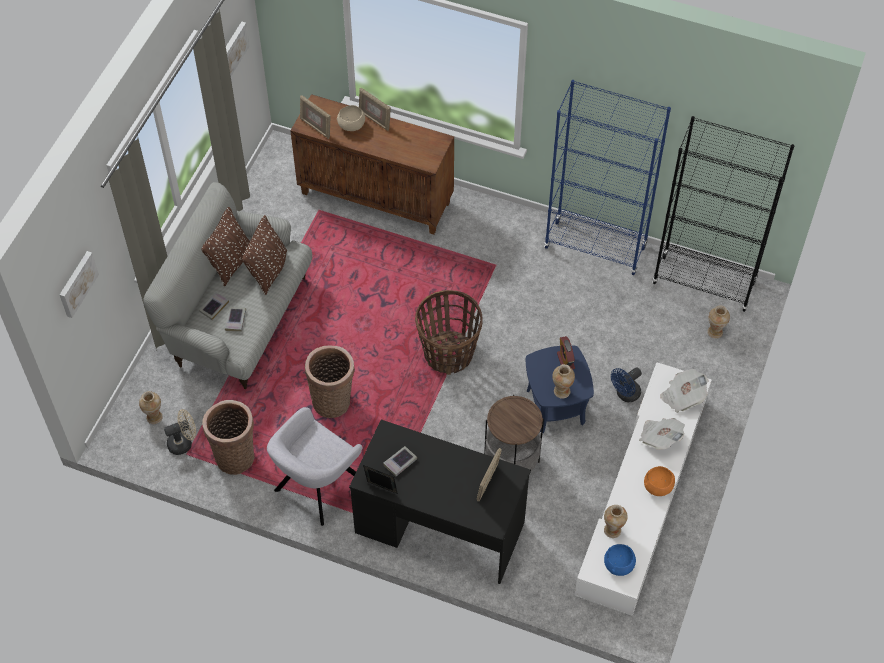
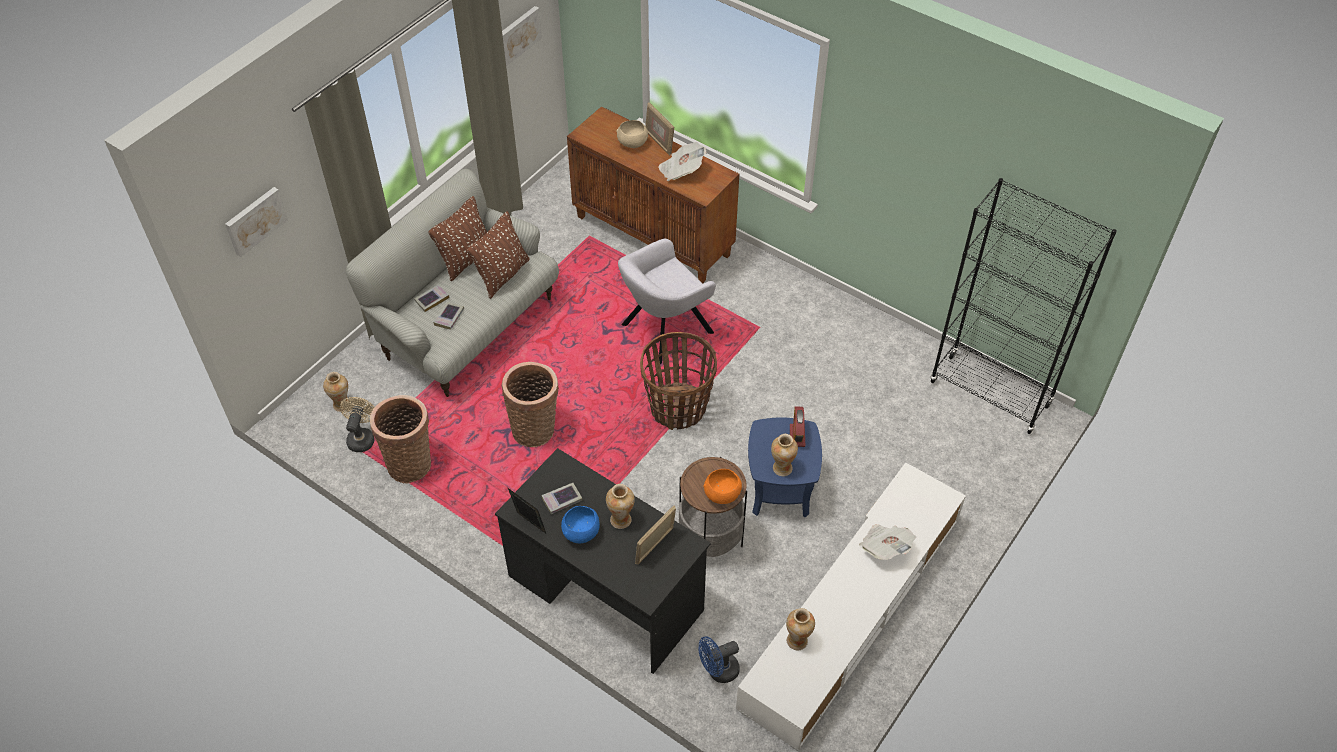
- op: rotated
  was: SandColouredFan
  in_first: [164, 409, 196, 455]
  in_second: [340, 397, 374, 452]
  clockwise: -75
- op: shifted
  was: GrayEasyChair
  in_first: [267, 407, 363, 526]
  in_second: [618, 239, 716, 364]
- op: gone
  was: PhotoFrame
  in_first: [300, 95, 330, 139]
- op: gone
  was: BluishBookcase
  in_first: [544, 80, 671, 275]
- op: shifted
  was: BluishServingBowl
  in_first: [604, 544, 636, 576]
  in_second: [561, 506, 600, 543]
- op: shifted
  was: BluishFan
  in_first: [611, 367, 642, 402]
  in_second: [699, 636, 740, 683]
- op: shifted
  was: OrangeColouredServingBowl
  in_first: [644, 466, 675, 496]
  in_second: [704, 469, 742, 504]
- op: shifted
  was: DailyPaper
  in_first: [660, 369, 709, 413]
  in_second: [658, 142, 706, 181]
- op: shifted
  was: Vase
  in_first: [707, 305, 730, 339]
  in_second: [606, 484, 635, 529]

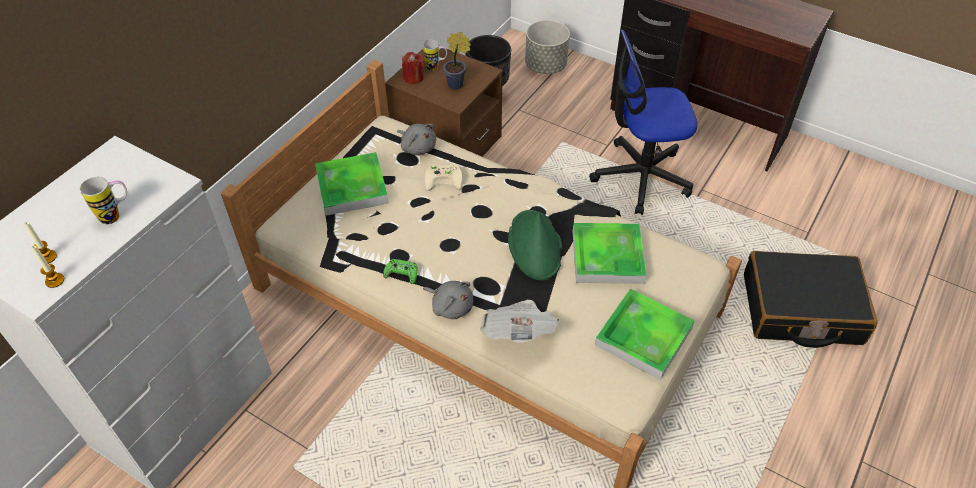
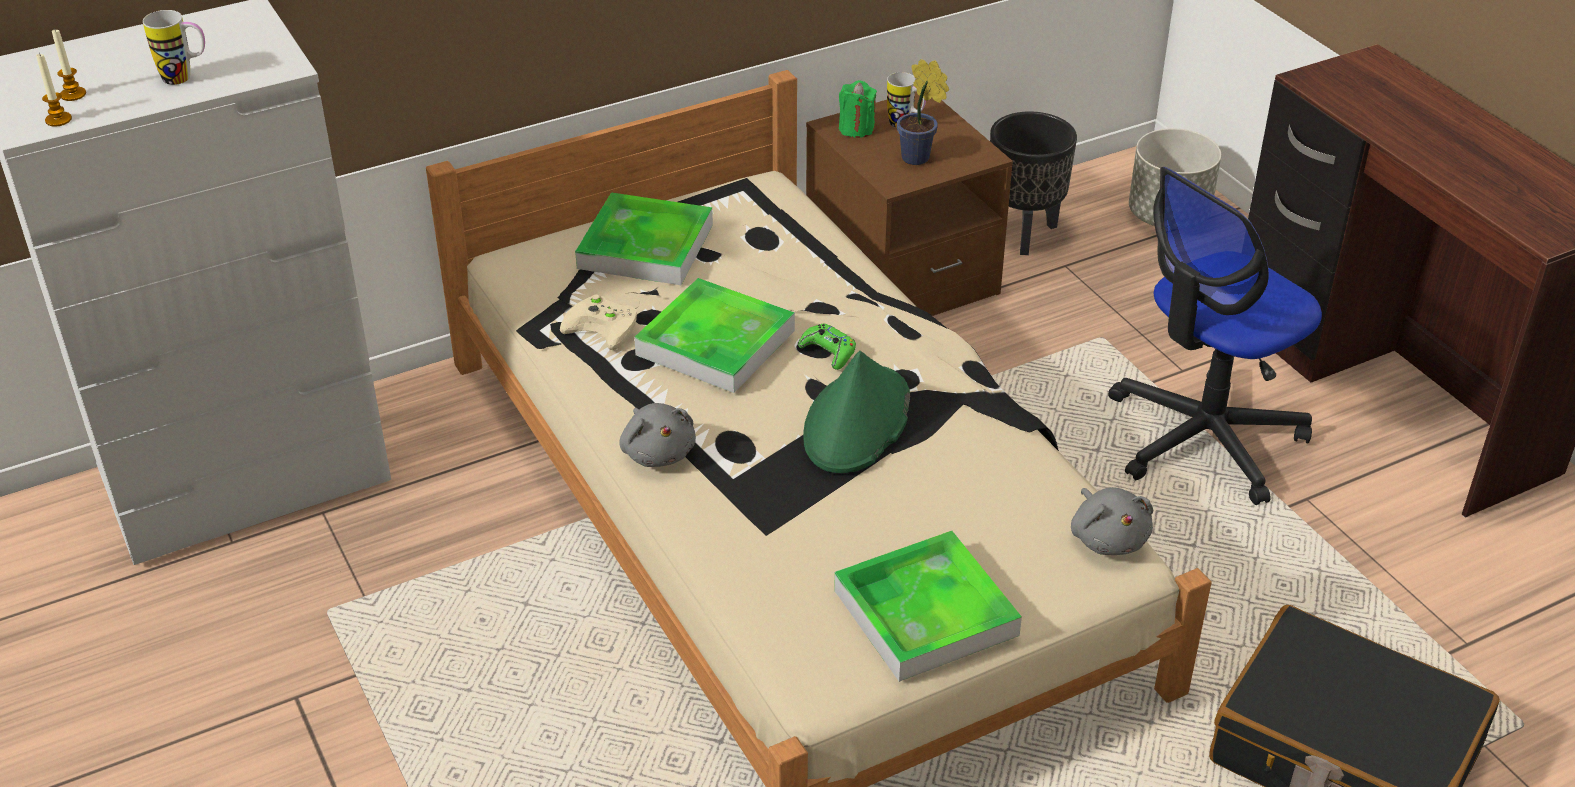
- op: shifted
  was: GreenColouredJoypad
  in_first: [383, 259, 418, 284]
  in_second: [798, 324, 856, 370]
- op: shifted
  was: GrayPlushToy
  in_first: [397, 124, 436, 155]
  in_second: [1071, 487, 1153, 555]
- op: repainted
  was: RedColouredWaxLight
  now: GreenColouredWaxLight
  in_first: [402, 52, 424, 84]
  in_second: [839, 80, 877, 138]
- op: shifted
  was: SandColouredJoypad
  in_first: [425, 164, 462, 191]
  in_second: [560, 294, 637, 350]
- op: gone
  was: DailyPaper
  in_first: [480, 300, 559, 343]
- op: shifted
  was: ServingTray
  in_first: [573, 223, 647, 284]
  in_second: [634, 278, 795, 393]
- op: rotated
  was: DeskChair
  in_first: [589, 29, 697, 215]
  in_second: [1108, 167, 1322, 505]
  clockwise: -60

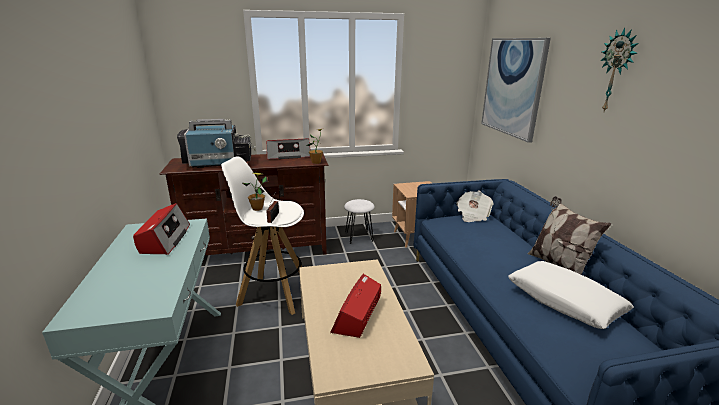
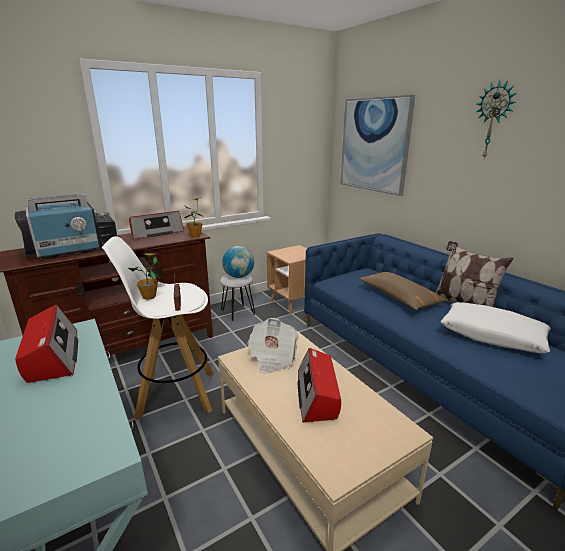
- op: shifted
  was: DailyPaper
  in_first: [456, 190, 494, 222]
  in_second: [247, 318, 299, 374]
- op: new
  now: WorldGlobe
  in_second: [222, 246, 254, 278]
- op: new
  now: BrownishCushion
  in_second: [358, 272, 448, 310]

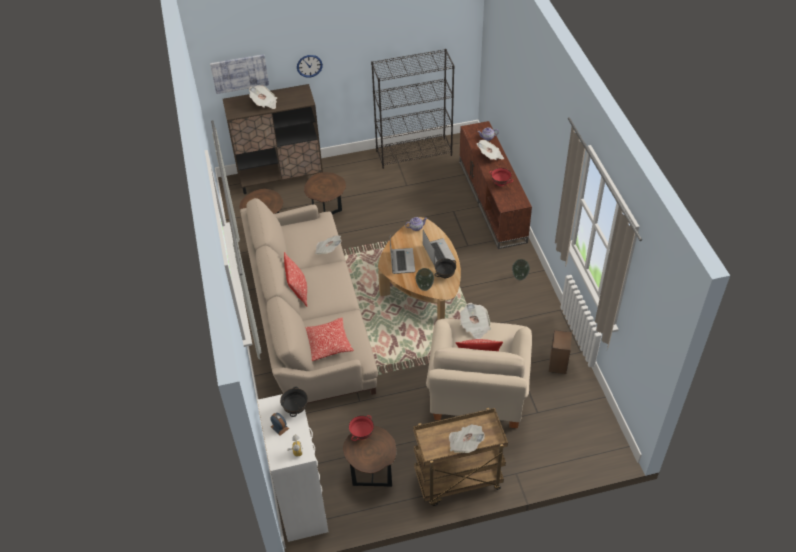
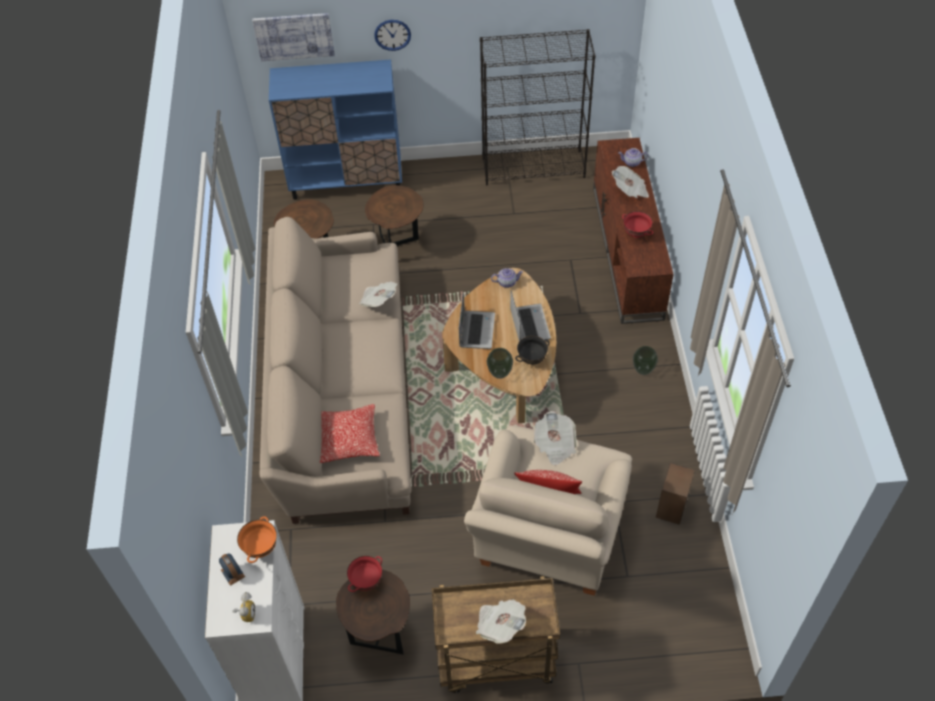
- op: repainted
  was: BrownishStorageCabinet
  now: BluishStorageCabinet
  in_first: [223, 84, 323, 194]
  in_second: [269, 60, 402, 200]
- op: gone
  was: DailyPaper
  in_first: [249, 85, 277, 109]
- op: repainted
  was: BlackishServingBowl
  now: OrangeColouredServingBowl
  in_first: [280, 386, 308, 417]
  in_second: [237, 516, 277, 563]
- op: gone
  was: Cushion
  in_first: [284, 252, 307, 307]

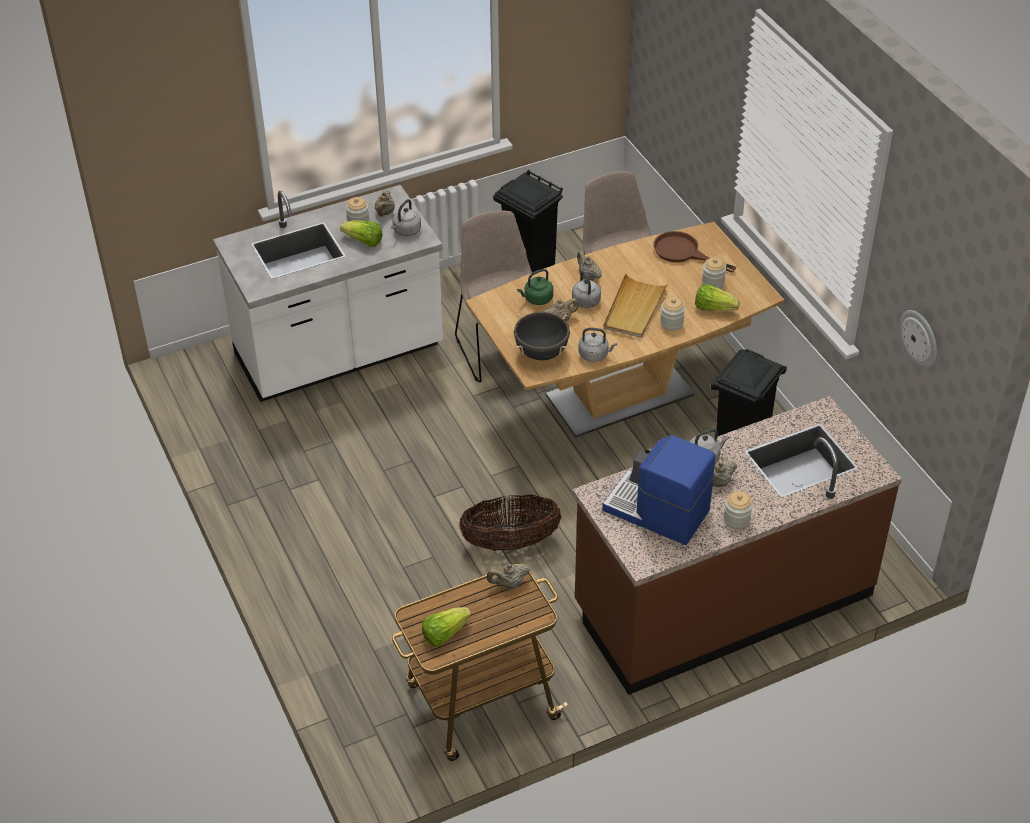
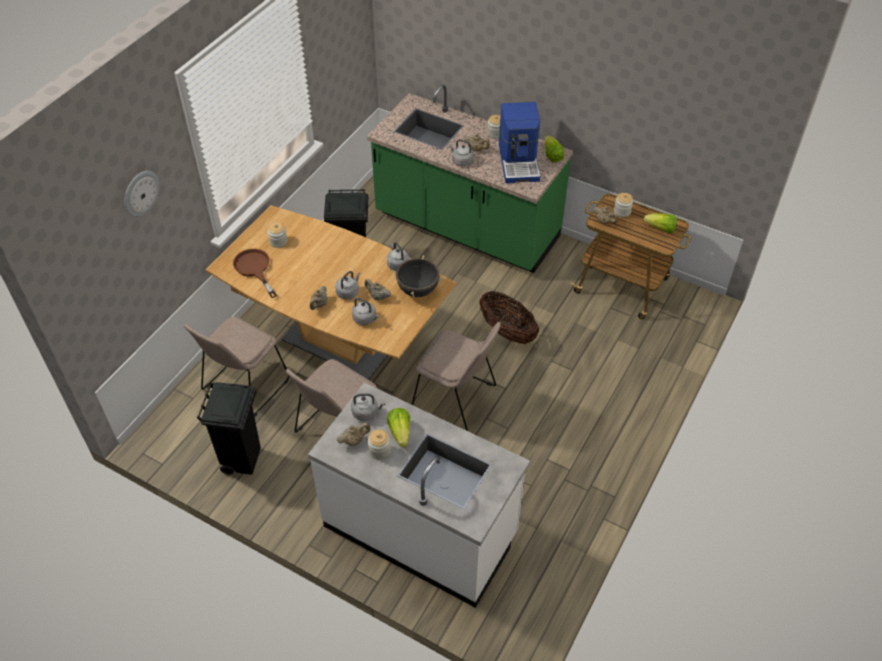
- op: repainted
  was: GreenColouredWaterKettle
  now: GrayWaterKettle
  in_first: [517, 269, 553, 305]
  in_second: [352, 298, 379, 325]
- op: repainted
  was: BrownishCounter
  now: GreenColouredCounter
  in_first: [572, 396, 902, 695]
  in_second: [367, 84, 573, 273]
- op: gone
  was: SandColouredServingTray
  in_first: [603, 273, 669, 338]
- op: rotated
  was: BrownishPan
  in_first: [653, 231, 737, 273]
  in_second: [233, 249, 277, 298]
  clockwise: 150
- op: shifted
  was: Jar
  in_first: [660, 297, 685, 331]
  in_second: [614, 193, 633, 217]
- op: shifted
  was: Lettuce
  in_first: [695, 284, 740, 311]
  in_second: [545, 136, 564, 163]
- op: shifted
  was: ClockOnTheWall
  in_first: [900, 310, 937, 368]
  in_second: [125, 171, 159, 217]
- op: new
  now: SandColouredChair
  in_second: [412, 322, 501, 431]

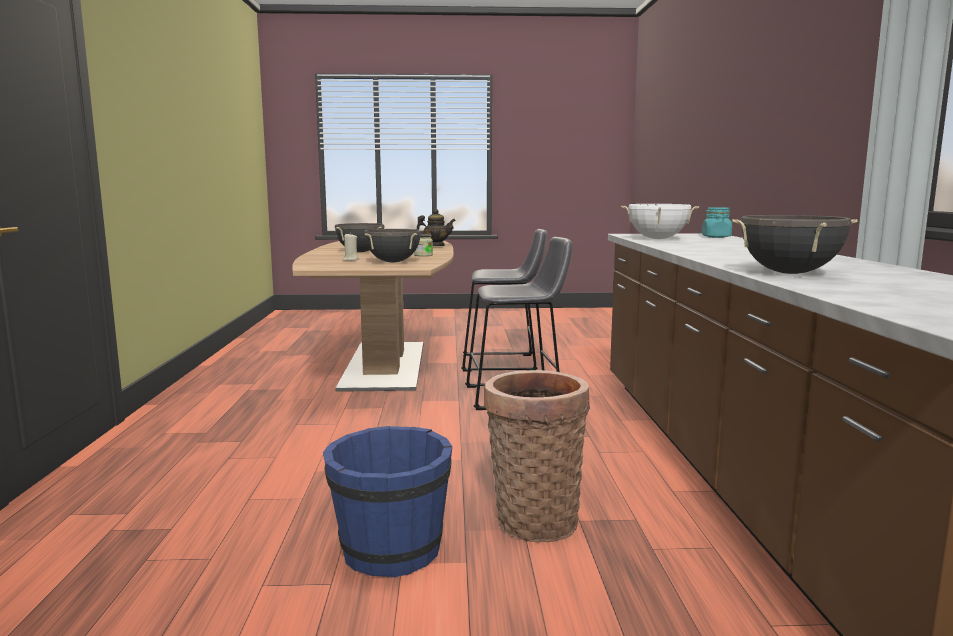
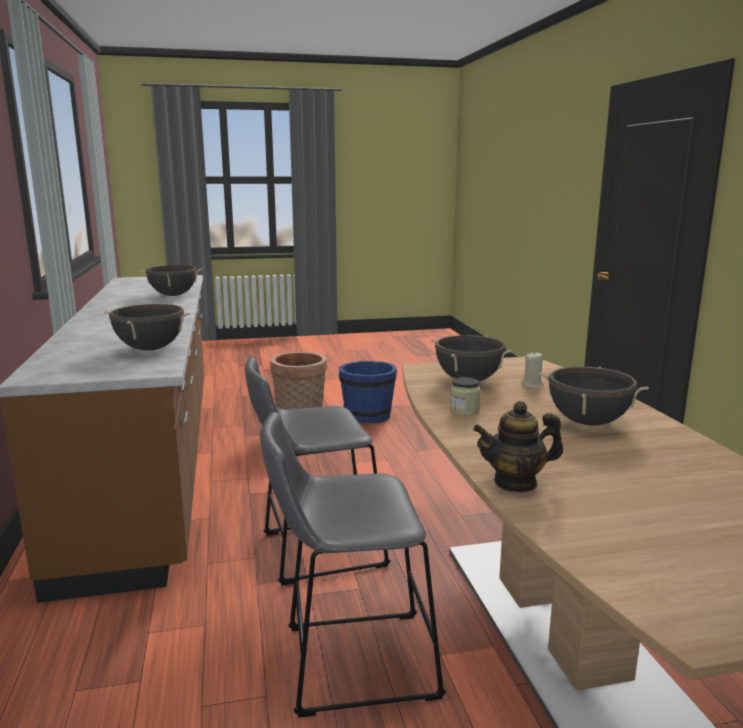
- op: repainted
  was: WhiteColouredCookingPot
  now: BlackishCookingPot
  in_first: [621, 204, 699, 239]
  in_second: [104, 304, 190, 351]
- op: gone
  was: TurquoiseJar
  in_first: [702, 207, 732, 238]

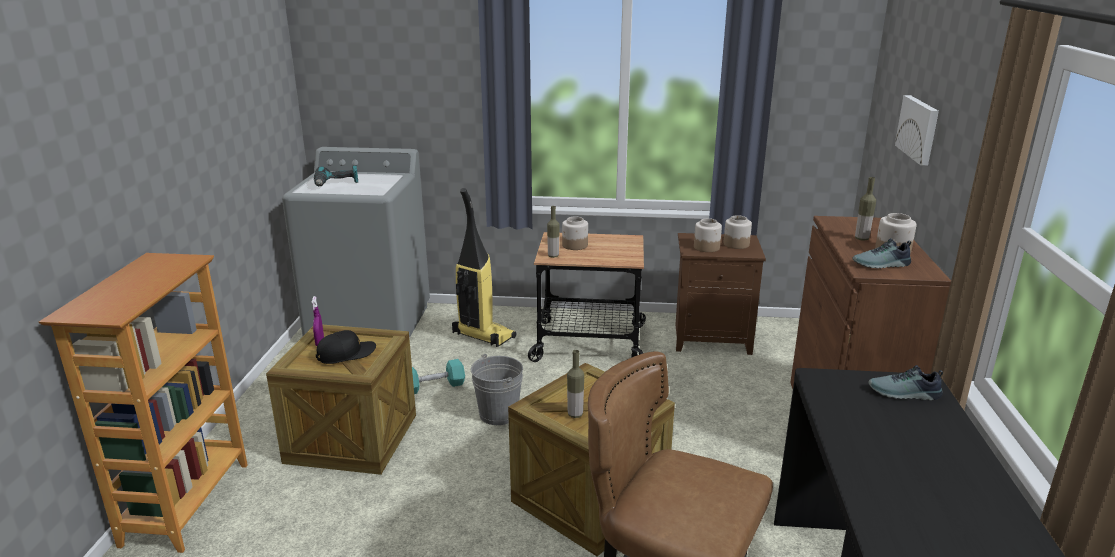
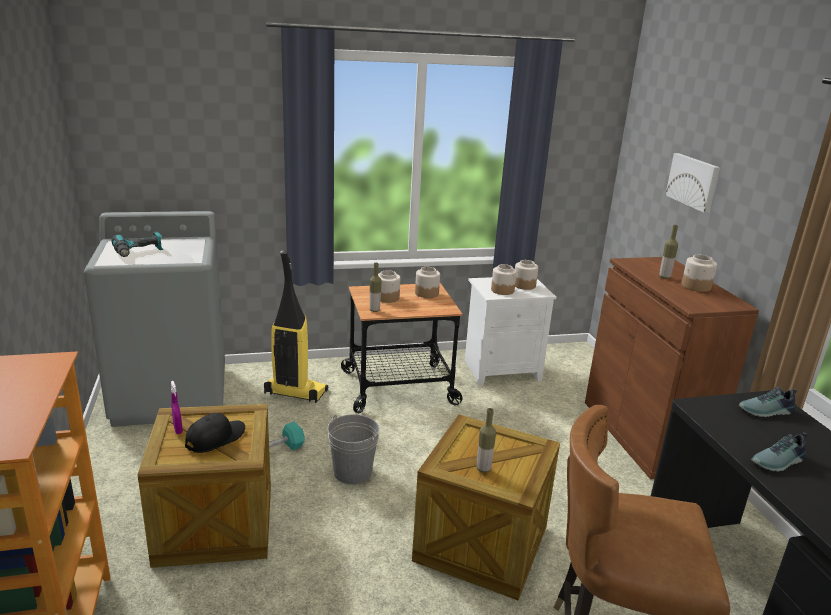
- op: repainted
  was: BrownishBedsideTable
  now: WhiteColouredBedsideTable
  in_first: [675, 233, 766, 355]
  in_second: [465, 277, 556, 386]
- op: shifted
  was: Shoe
  in_first: [852, 239, 911, 268]
  in_second: [751, 432, 807, 472]
- op: new
  now: Jar
  in_second: [415, 267, 440, 298]

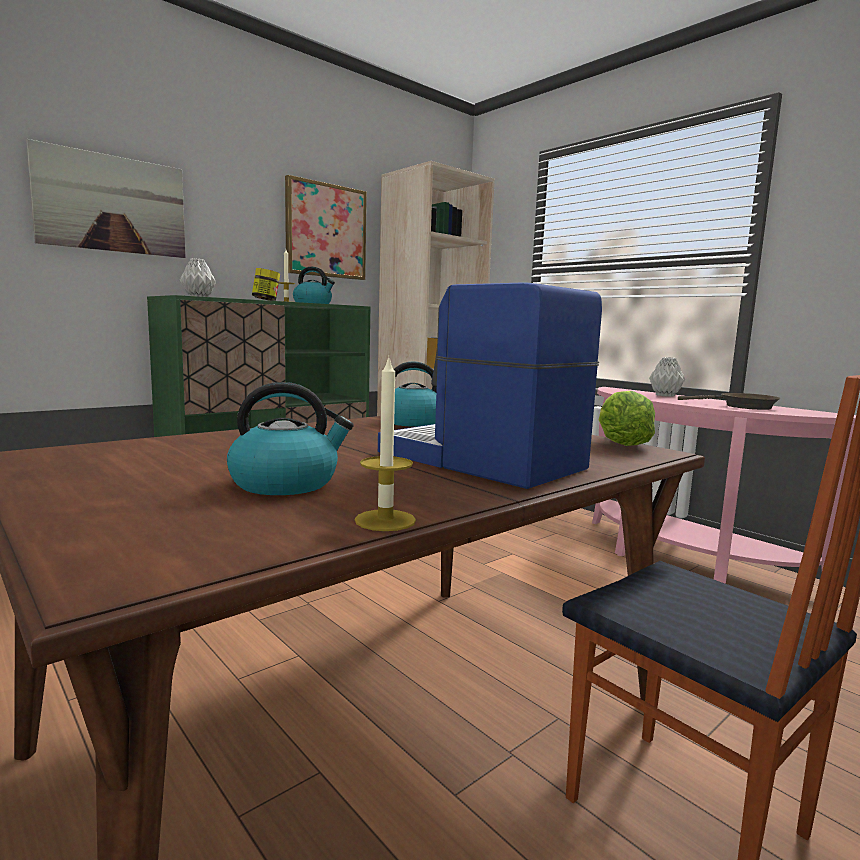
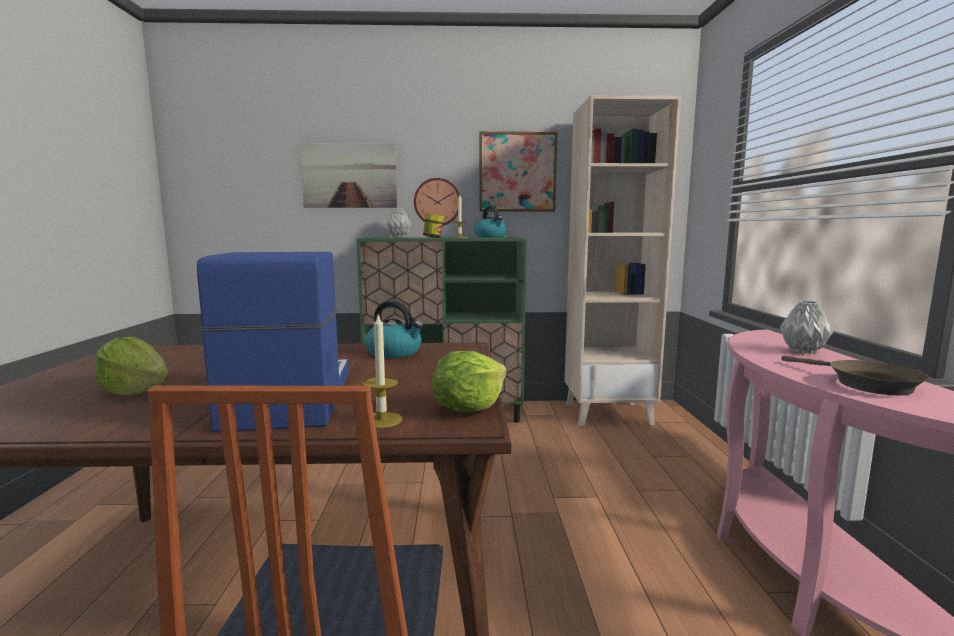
- op: swapped
  was: WaterKettle
  now: Lettuce
  in_first: [227, 382, 354, 495]
  in_second: [95, 337, 168, 396]
- op: shifted
  was: WaxLight
  in_first: [355, 357, 416, 531]
  in_second: [363, 315, 402, 428]
- op: new
  now: ClockOnTheWall
  in_second: [414, 178, 460, 226]

